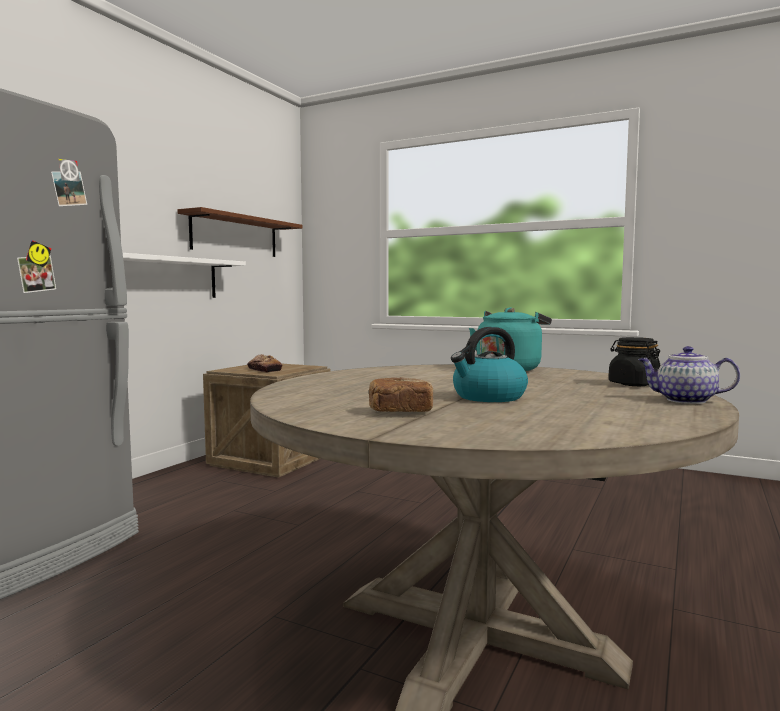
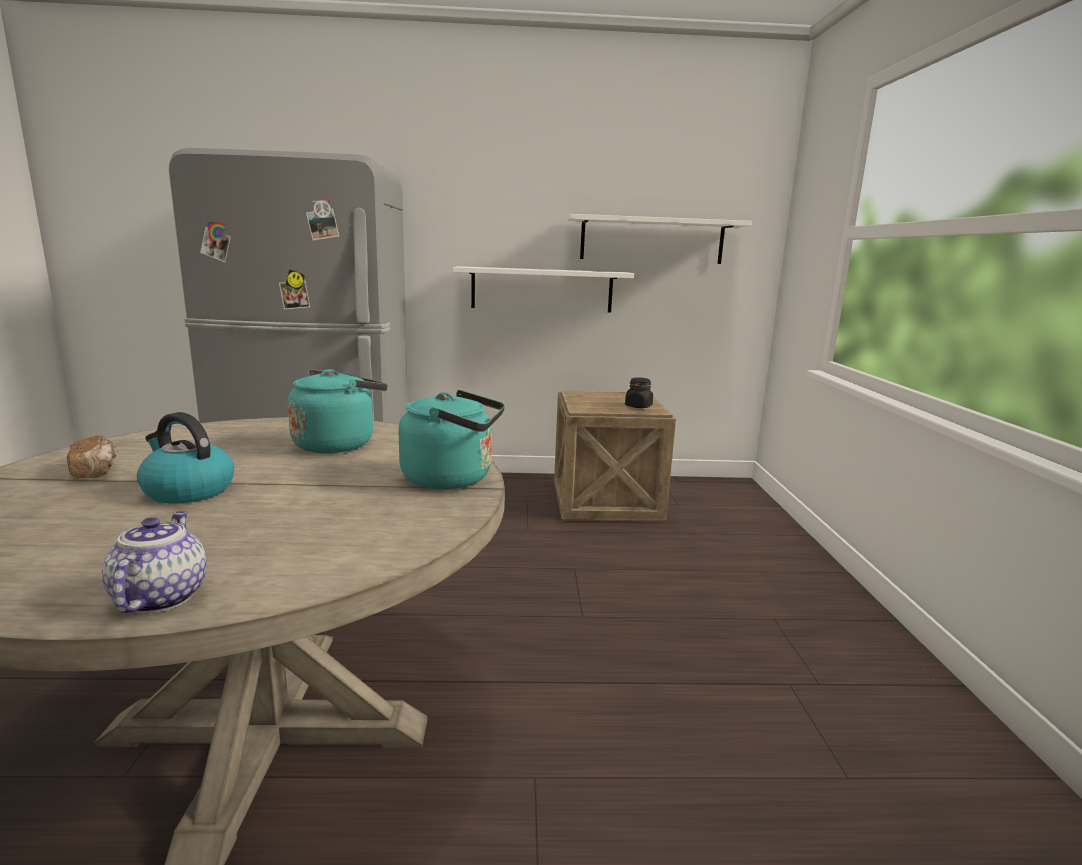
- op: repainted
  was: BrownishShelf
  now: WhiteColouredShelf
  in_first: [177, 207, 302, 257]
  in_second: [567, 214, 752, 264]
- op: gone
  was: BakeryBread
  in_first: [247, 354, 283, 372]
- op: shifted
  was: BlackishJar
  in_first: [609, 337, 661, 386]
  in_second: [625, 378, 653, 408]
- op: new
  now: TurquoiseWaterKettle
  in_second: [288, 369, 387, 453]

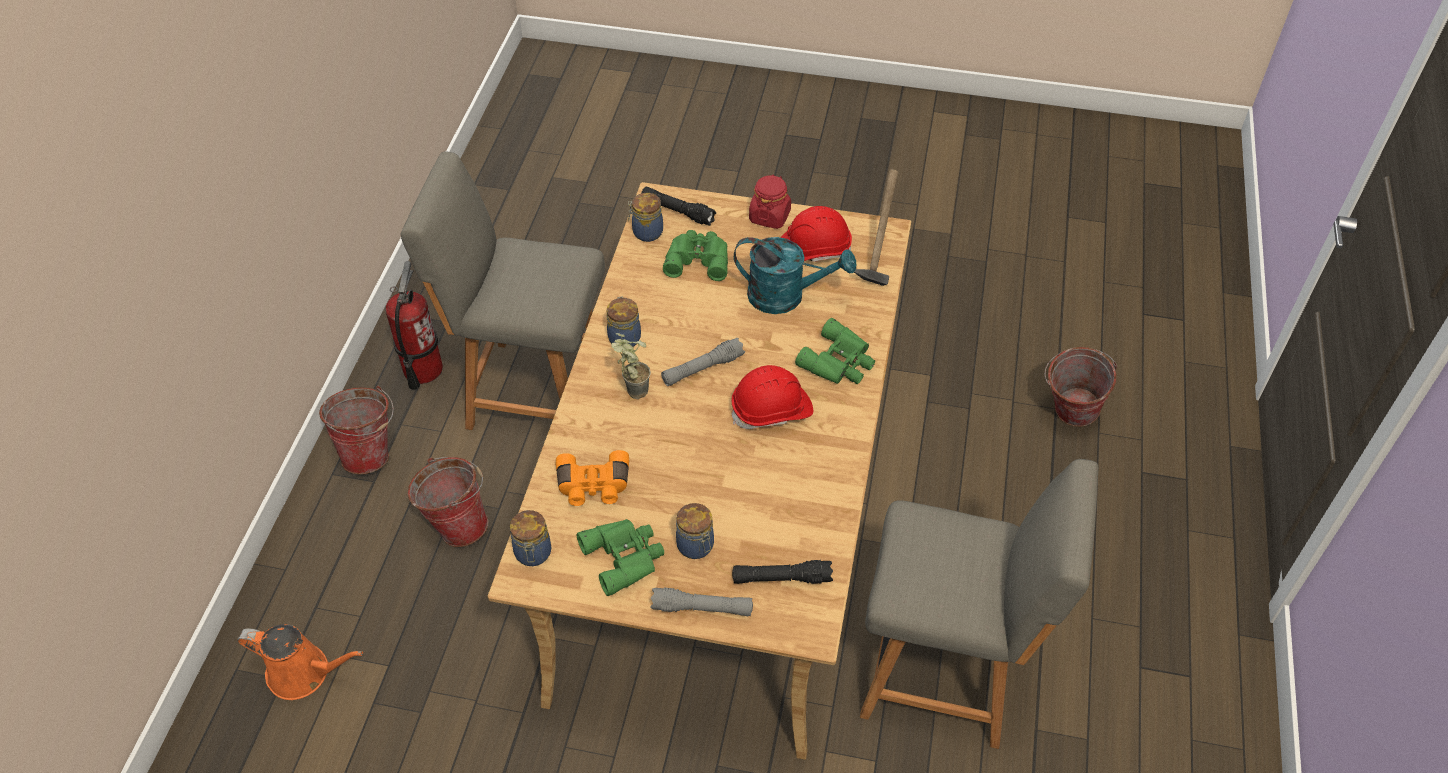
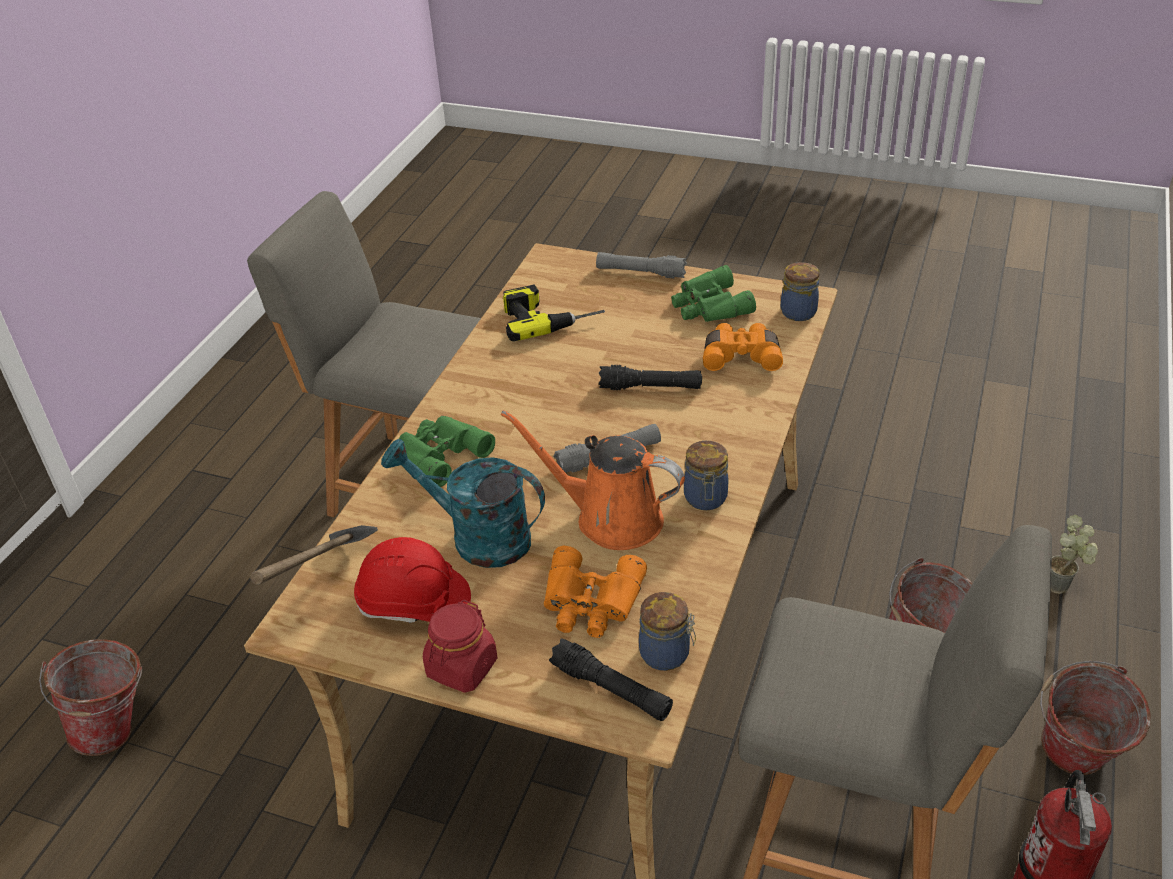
- op: shifted
  was: OrangeColouredSprinklingCan
  in_first: [237, 624, 363, 700]
  in_second: [500, 410, 685, 550]
- op: shifted
  was: PottedPlant
  in_first: [611, 333, 651, 399]
  in_second: [1050, 515, 1098, 594]
- op: repainted
  was: GreenColouredBinoculars
  now: OrangeColouredBinoculars
  in_first: [663, 230, 728, 281]
  in_second: [544, 546, 647, 638]
- op: gone
  was: Jar
  in_first: [676, 503, 714, 559]
- op: gone
  was: RedColouredHardHat
  in_first: [731, 365, 813, 429]
- op: shifted
  was: BlackishHandTorch
  in_first: [732, 560, 833, 584]
  in_second: [599, 365, 702, 390]
- op: new
  now: PowerDrill
  in_second: [503, 285, 605, 342]

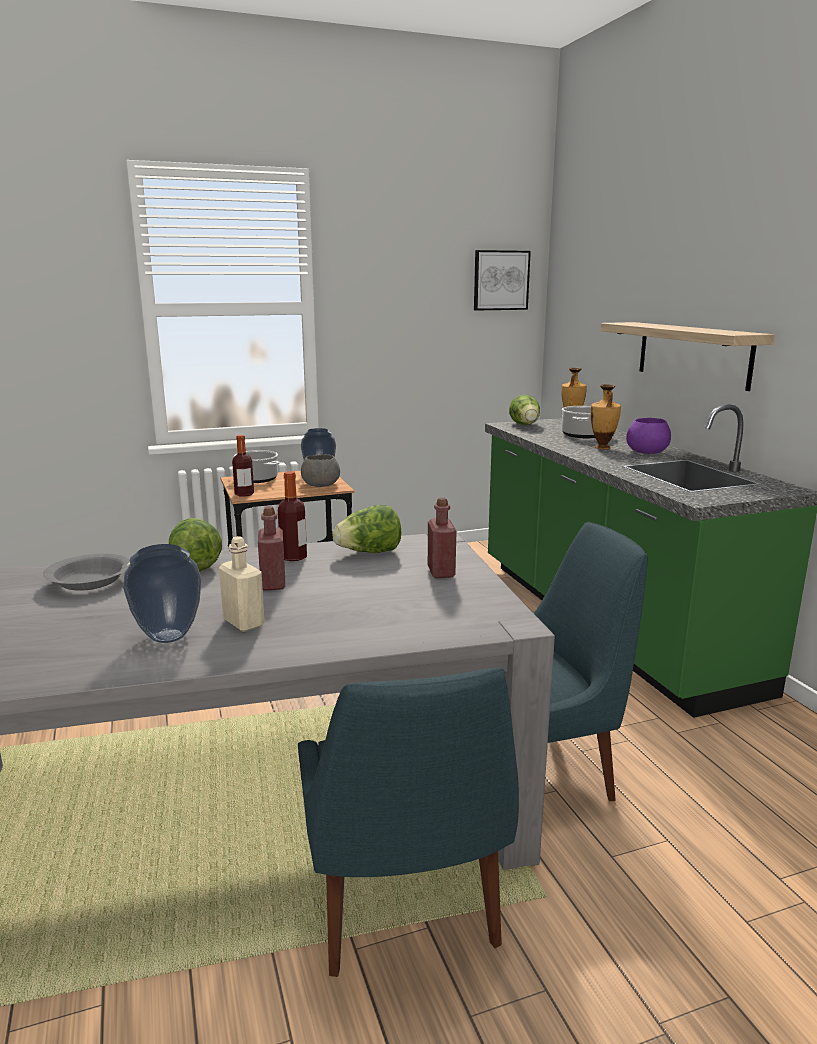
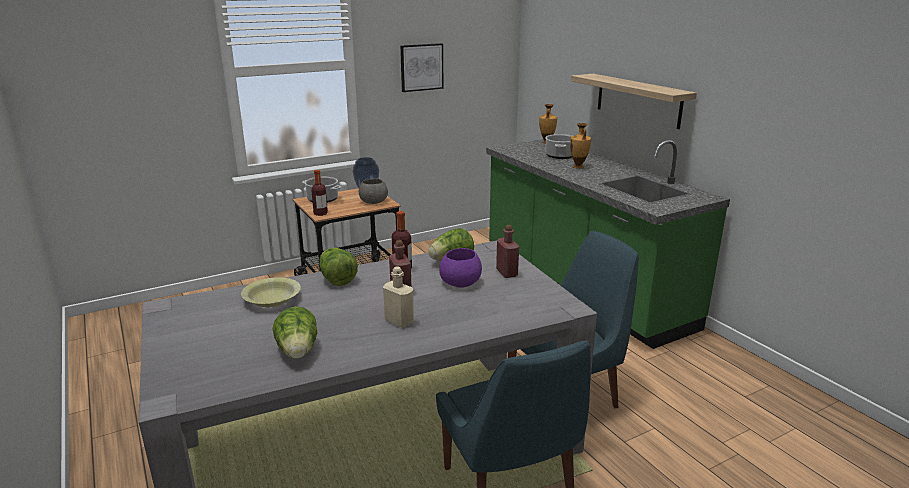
- op: repainted
  was: GrayServingBowl
  now: YellowServingBowl
  in_first: [43, 553, 130, 591]
  in_second: [241, 277, 301, 307]
- op: gone
  was: Vase
  in_first: [123, 544, 201, 643]
- op: shifted
  was: Picture
  in_first: [474, 250, 531, 310]
  in_second: [400, 43, 443, 92]
- op: shifted
  was: Lettuce
  in_first: [509, 395, 540, 425]
  in_second: [273, 307, 317, 359]
- op: shifted
  was: PurpleServingBowl
  in_first: [626, 418, 671, 454]
  in_second: [439, 248, 482, 288]

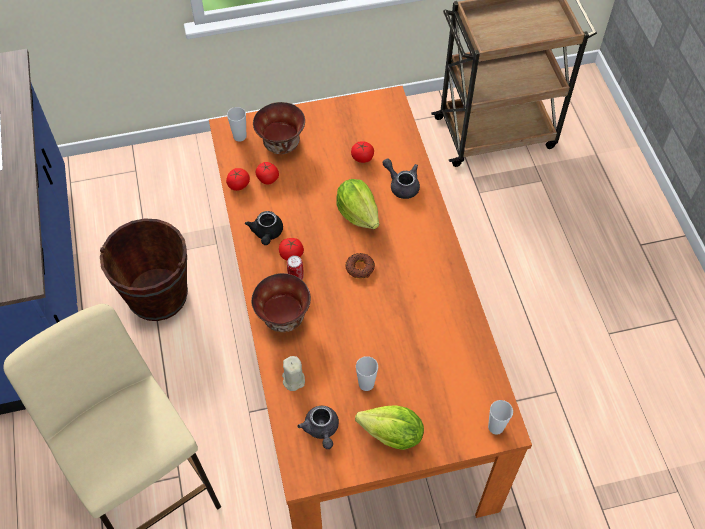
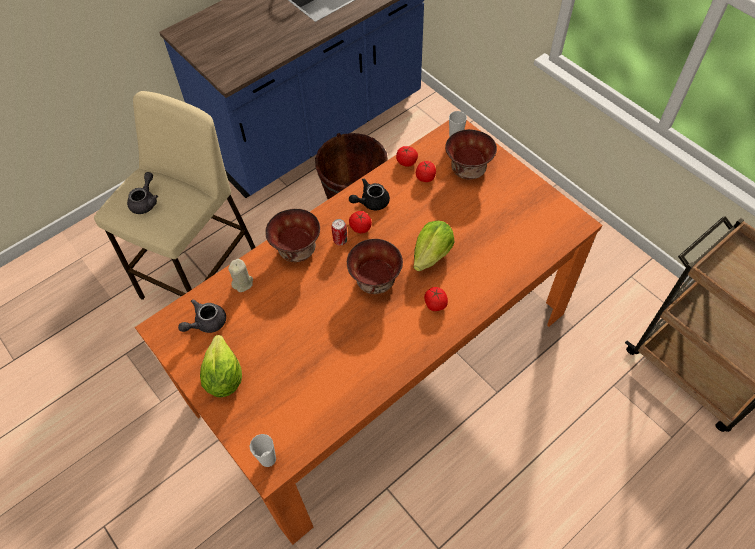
- op: swapped
  was: Donut
  now: ServingBowl
  in_first: [346, 253, 375, 279]
  in_second: [347, 239, 403, 294]
- op: shifted
  was: FreshTomato
  in_first: [351, 141, 374, 163]
  in_second: [424, 287, 448, 311]
- op: gone
  was: DrinkingCup
  in_first: [356, 356, 378, 391]
- op: shifted
  was: GrayTeapot
  in_first: [382, 159, 420, 199]
  in_second: [127, 172, 158, 214]

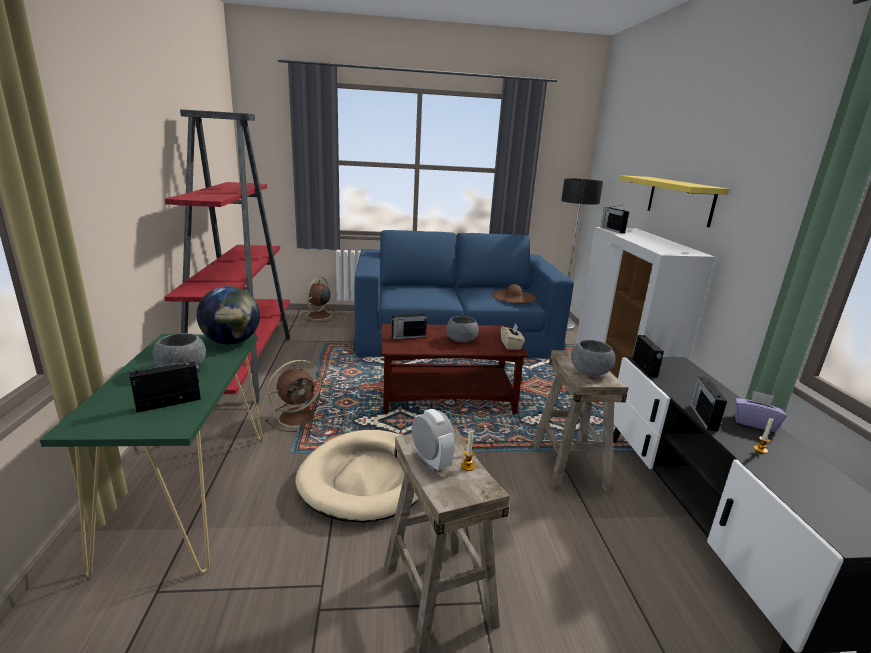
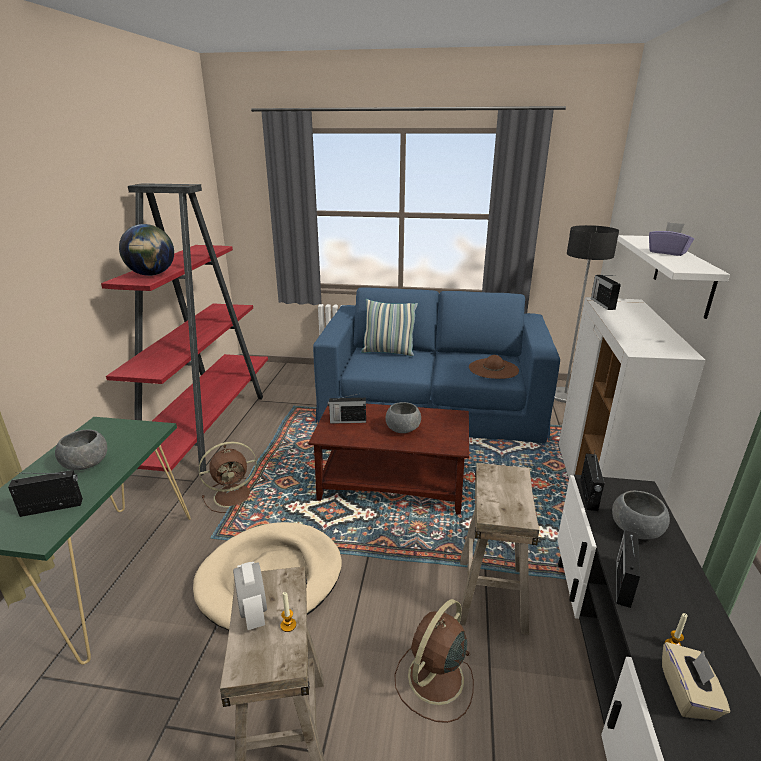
- op: shifted
  was: WorldGlobe
  in_first: [197, 286, 260, 345]
  in_second: [119, 224, 174, 276]
- op: shifted
  was: BrownishFan
  in_first: [301, 277, 335, 322]
  in_second: [394, 599, 474, 723]
- op: shifted
  was: SandColouredTissueHolder
  in_first: [501, 323, 525, 350]
  in_second: [662, 642, 730, 720]
- op: shifted
  was: GrayServingBowl
  in_first: [571, 340, 615, 376]
  in_second: [612, 491, 670, 540]
- op: repainted
  was: YellowShelf
  now: WhiteColouredShelf
  in_first: [619, 175, 729, 227]
  in_second: [617, 235, 730, 319]
- op: shifted
  was: PurpleTissueHolder
  in_first: [735, 391, 787, 432]
  in_second: [649, 222, 694, 256]
- op: new
  now: Cushion
  in_second: [361, 299, 418, 356]

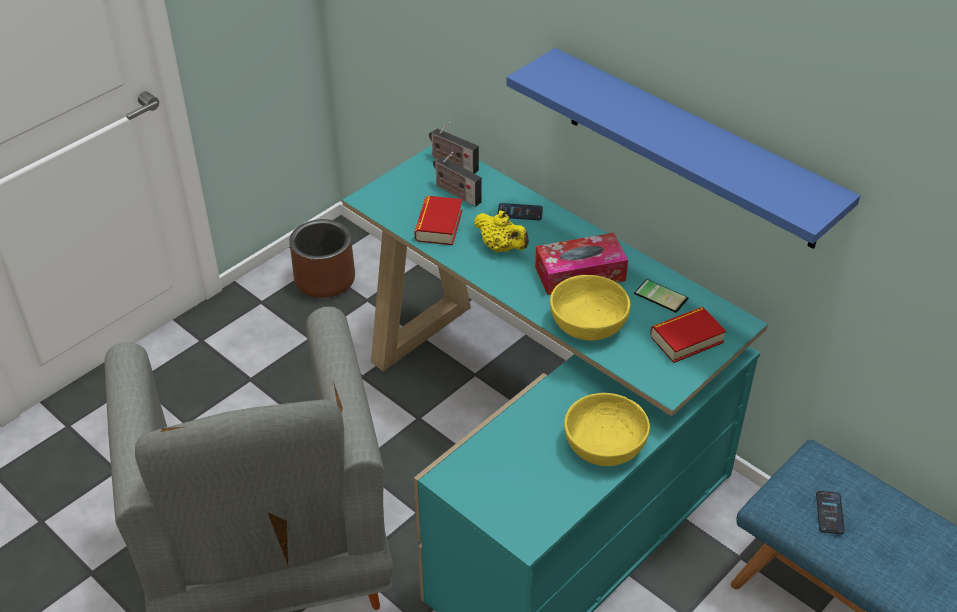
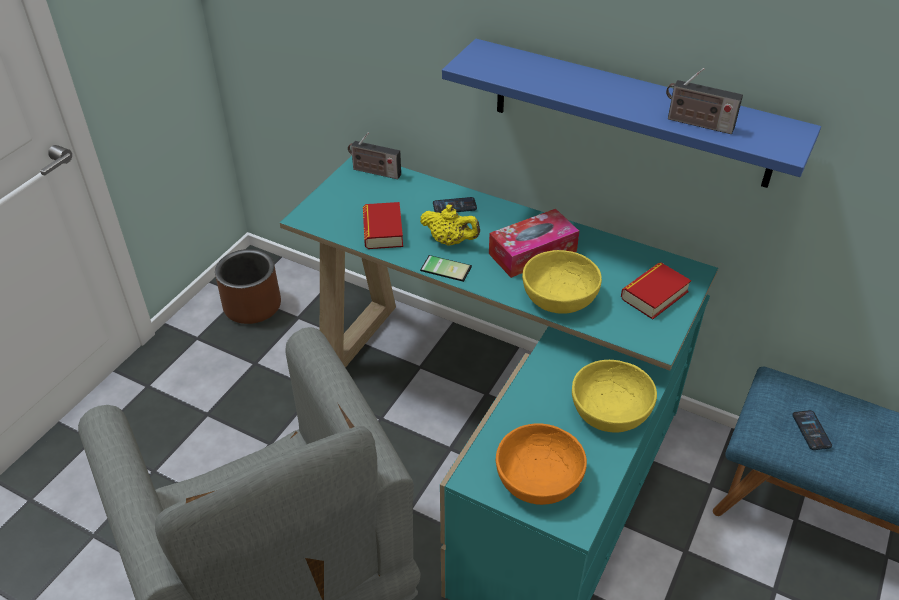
- op: shifted
  was: RadioSet
  in_first: [433, 152, 482, 207]
  in_second: [666, 68, 743, 134]
- op: shifted
  was: Handset
  in_first: [634, 279, 688, 313]
  in_second: [420, 255, 472, 282]
- op: new
  now: OrangeColouredServingBowl
  in_second: [496, 423, 587, 505]

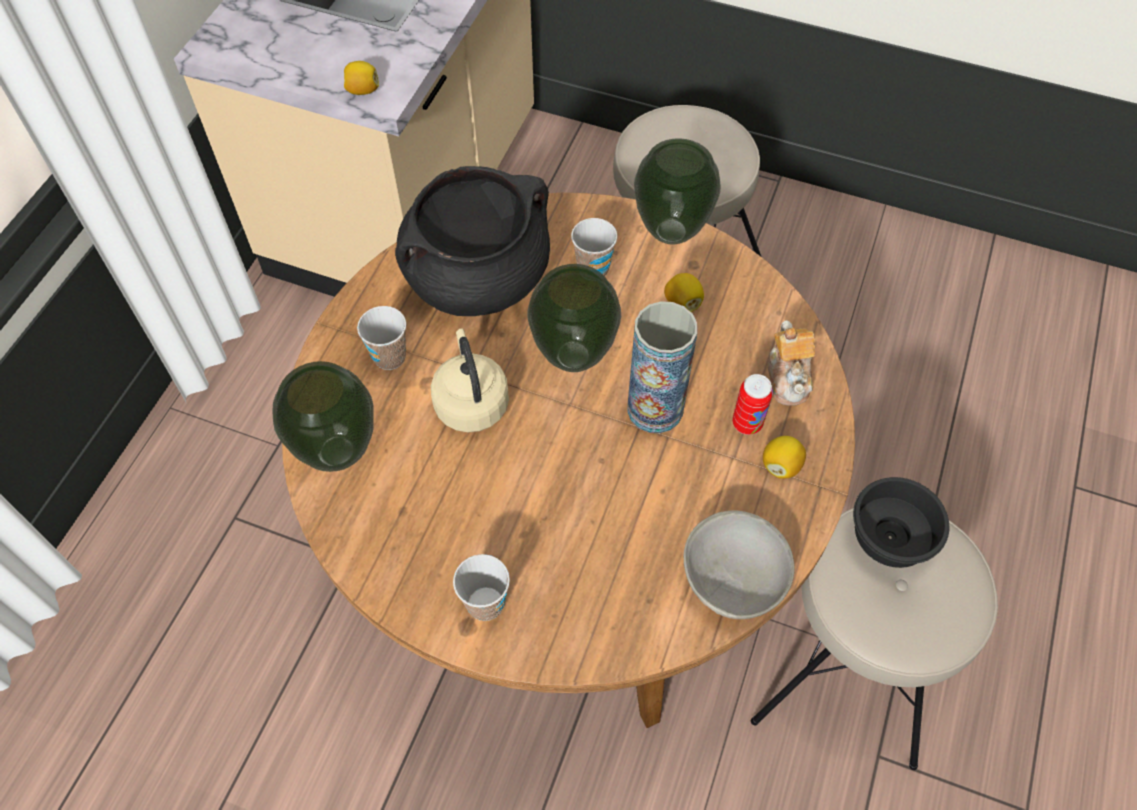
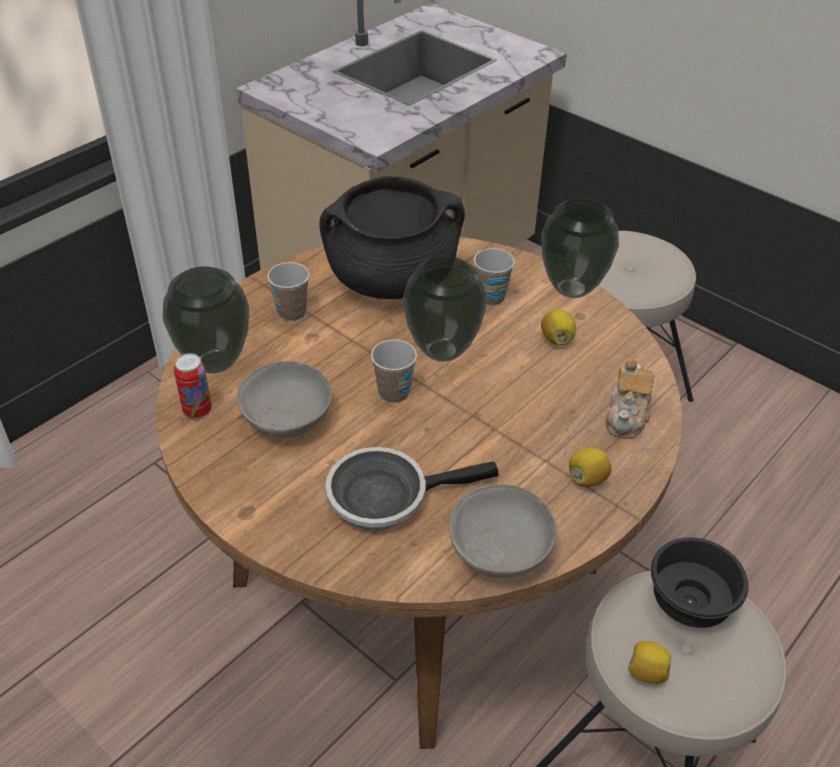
- op: shifted
  was: CitrusFruit
  in_first: [344, 61, 379, 95]
  in_second: [628, 641, 671, 684]
- op: gone
  was: SandColouredWaterKettle
  in_first: [431, 328, 509, 433]
- op: shifted
  was: DrinkingCup
  in_first: [453, 554, 510, 621]
  in_second: [371, 340, 417, 403]
- op: gone
  was: Vase
  in_first: [627, 301, 697, 433]
- op: shifted
  was: Can
  in_first: [732, 374, 773, 435]
  in_second: [174, 353, 212, 419]
- op: new
  now: GrayServingBowl
  in_second: [237, 361, 332, 438]
- op: new
  now: Pan
  in_second: [325, 447, 499, 530]

